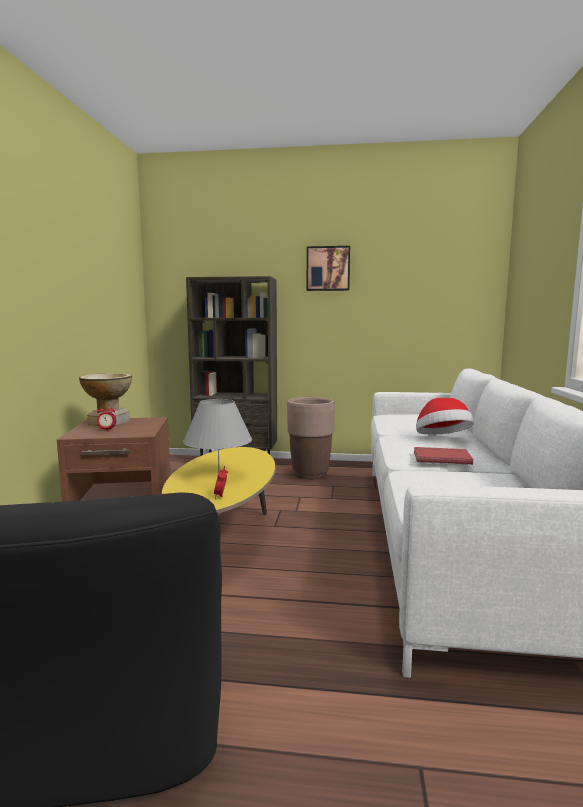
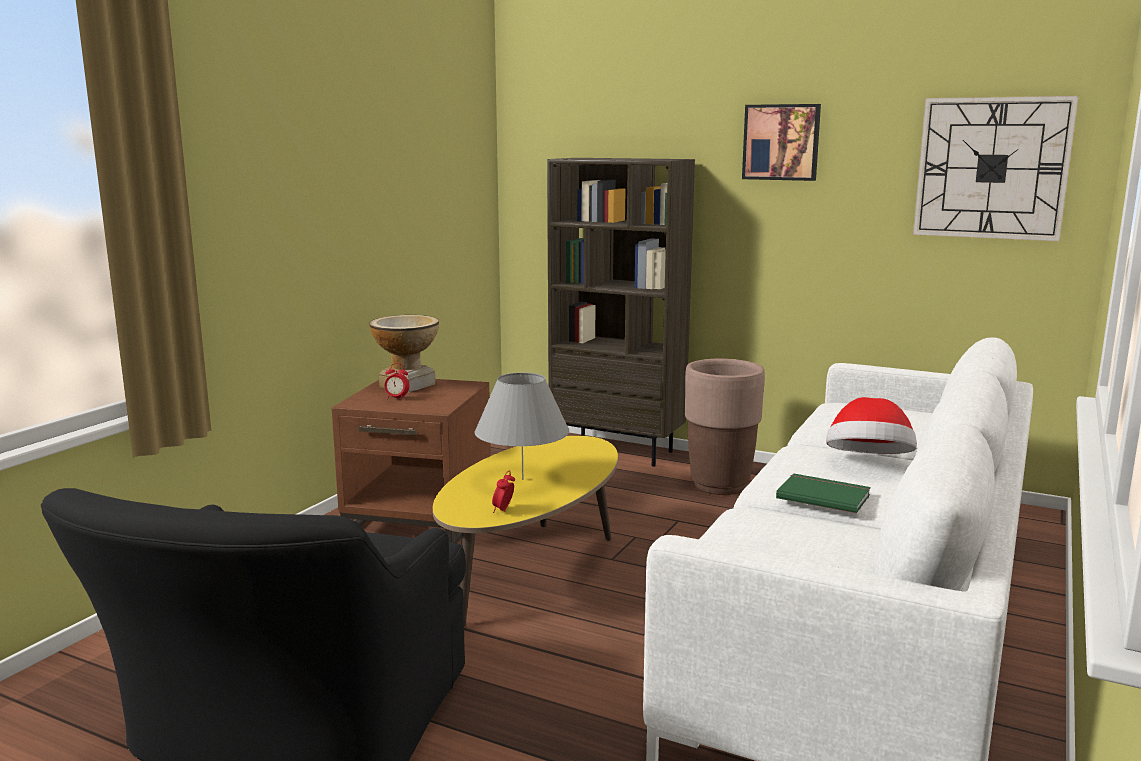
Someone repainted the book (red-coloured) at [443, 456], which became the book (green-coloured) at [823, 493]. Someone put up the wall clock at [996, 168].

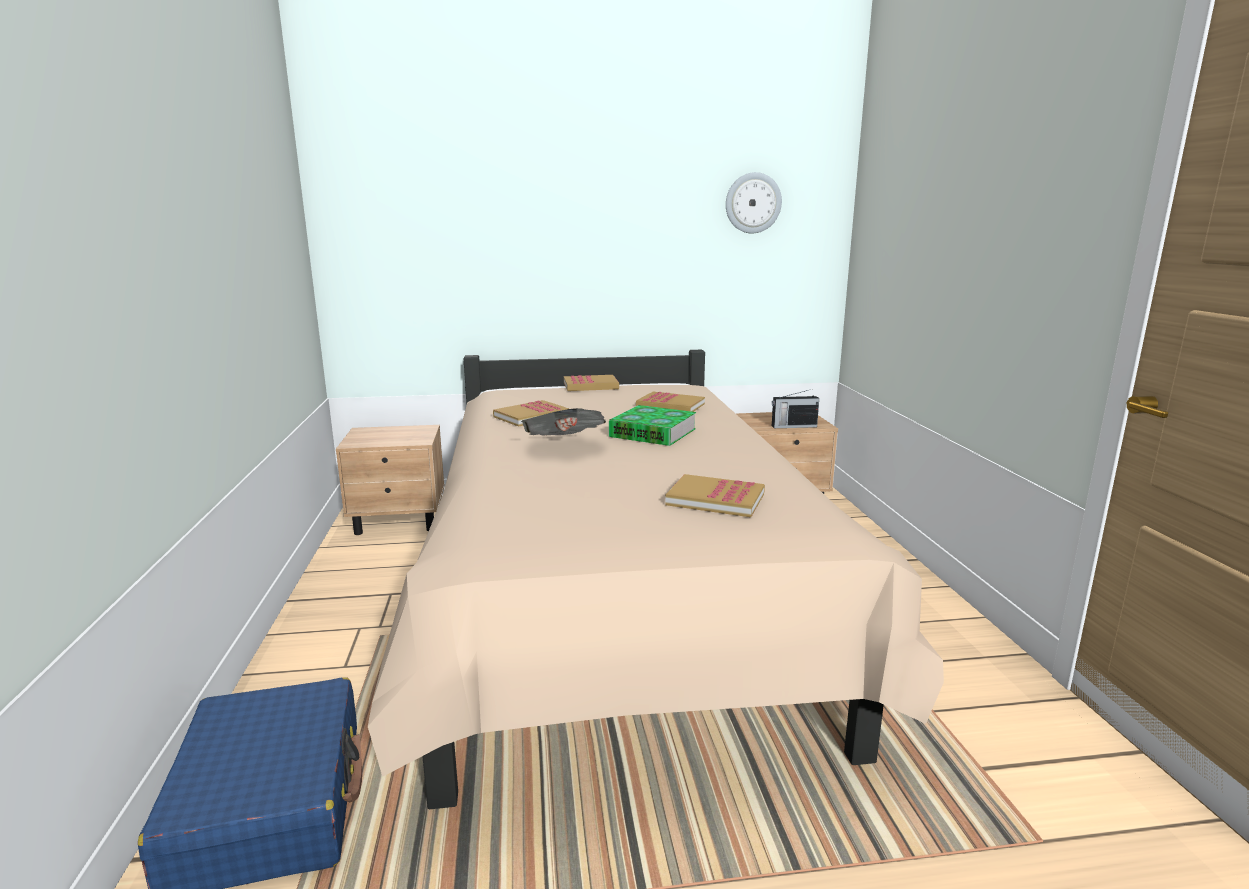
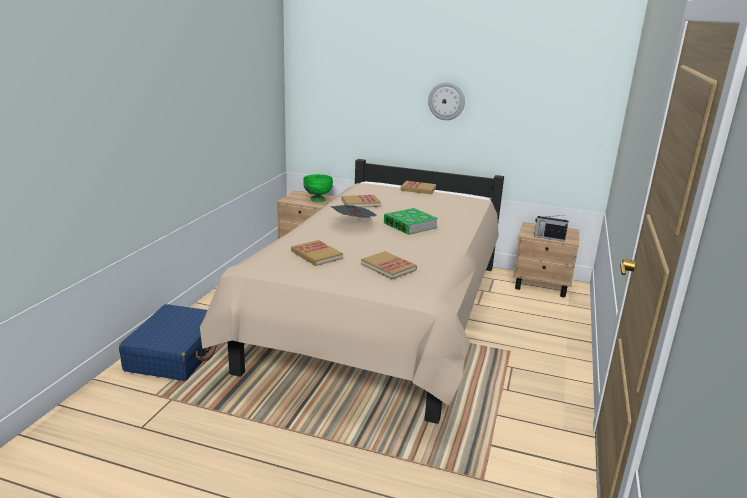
Someone carried the book from [670, 402] to [317, 253]. Someone carried the wall clock from [754, 202] to [446, 101]. Someone put down the bowl (green-coloured) at [318, 188].

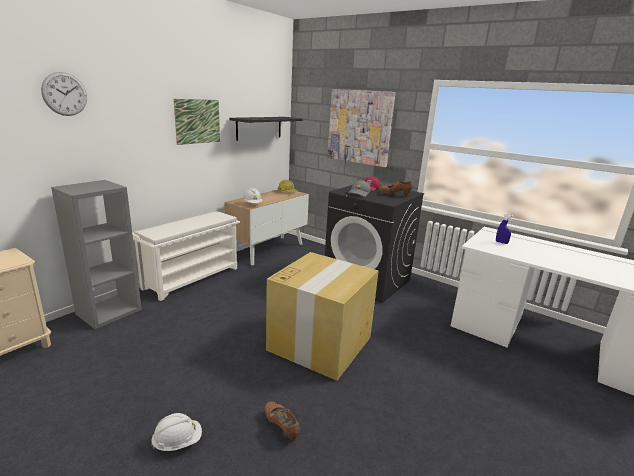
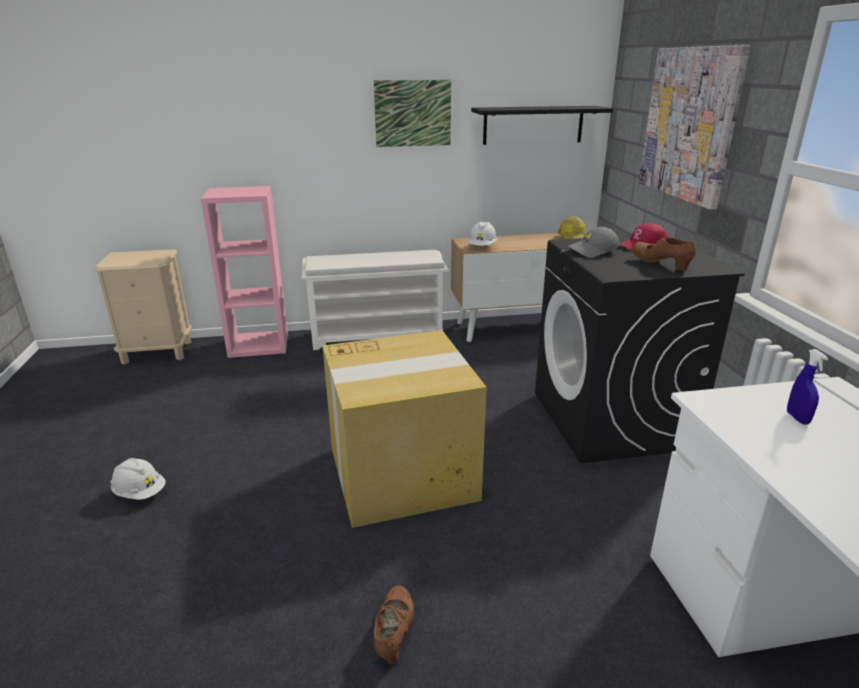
Someone took away the wall clock at [64, 94]. Someone repainted the bookshelf (greyish) at [96, 254], which became the bookshelf (pinkish) at [244, 272]. Someone carried the shoe (brownish) from [282, 421] to [394, 624].

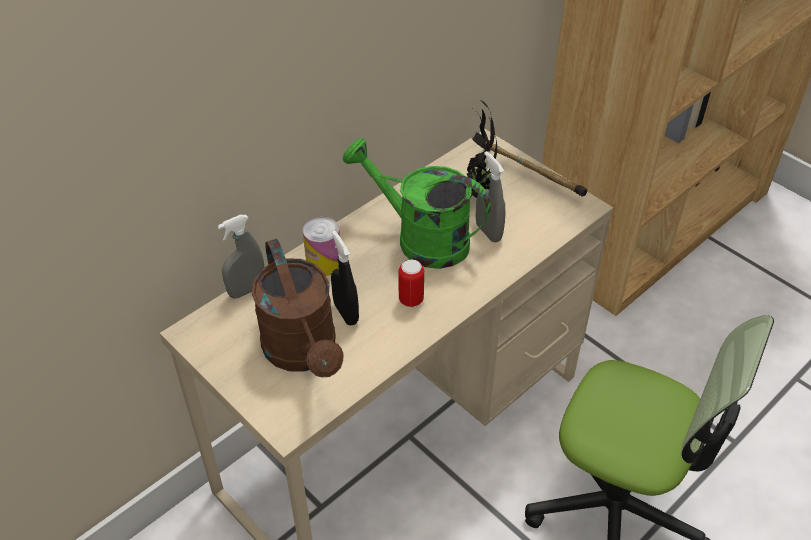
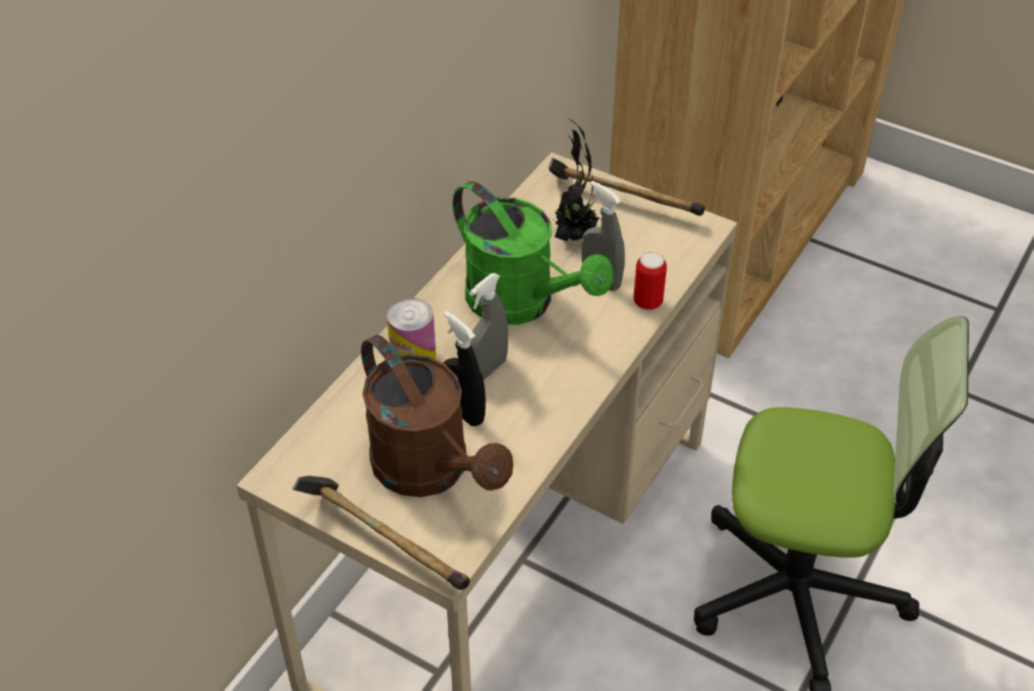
Someone carried the sprayer (greyish) from [241, 257] to [489, 327]. Someone rotated the sprinkling can (green-coloured) at [417, 203] by 150 degrees counterclockwise. Someone carried the sealed can from [411, 283] to [650, 281]. Someone put down the hammer at [381, 533].

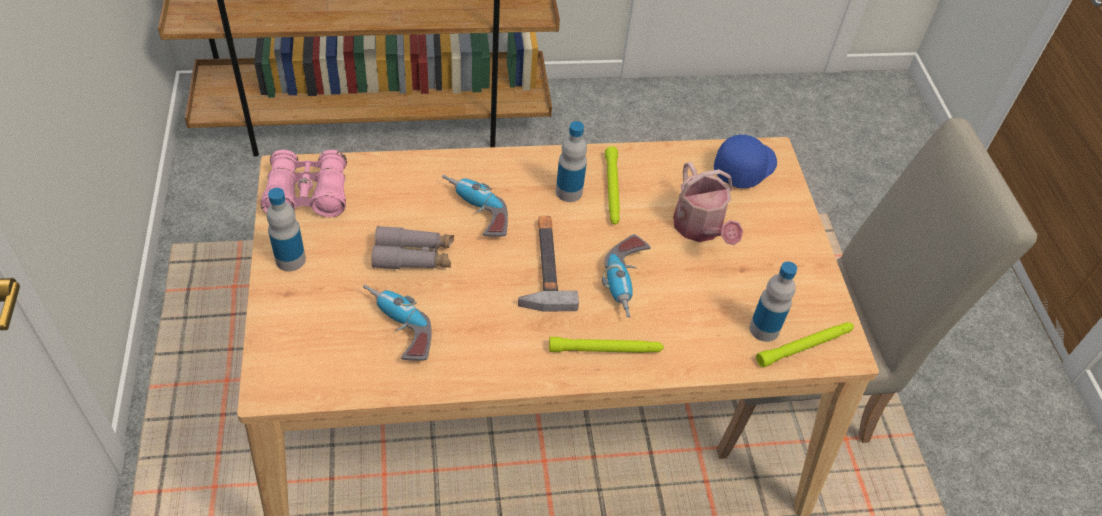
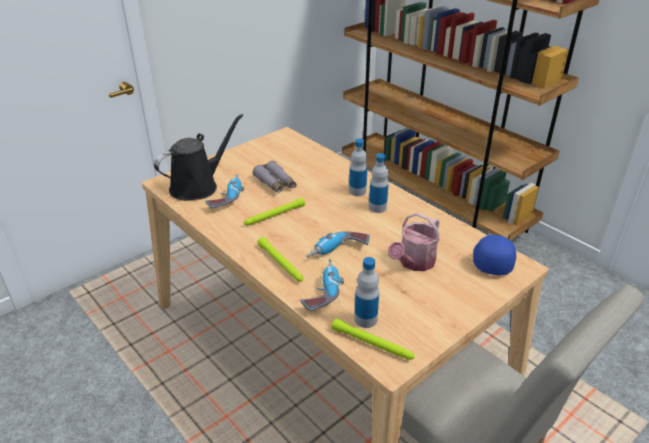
Someone took away the pair of binoculars (pinkish) at [304, 183]. Someone carried the beverage bottle from [286, 229] to [358, 167]. Someone carried the power drill from [475, 206] to [322, 285]. Someone took away the hammer at [548, 264]. Someone carried the torch (green-coloured) from [612, 185] to [274, 212]. Someone rotated the baseball cap (blue-coloured) at [745, 161] by 90 degrees counterclockwise. Someone put down the sprinkling can (blackish) at [198, 157].

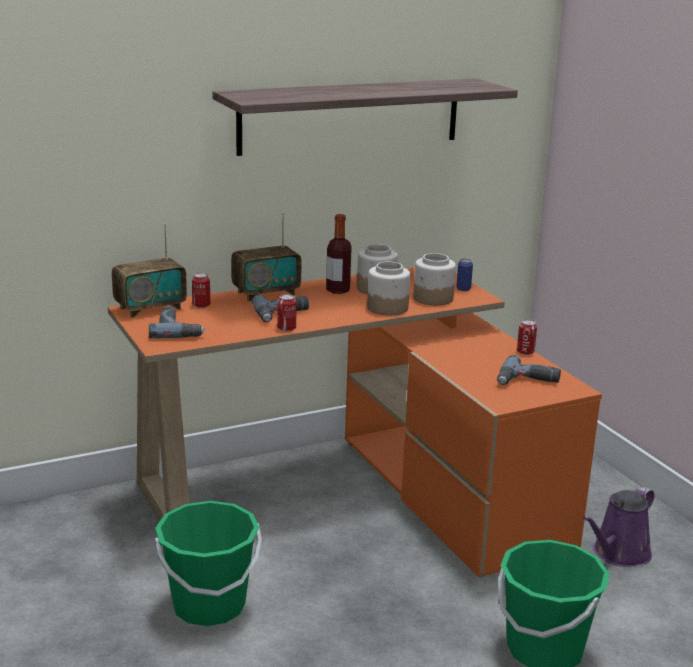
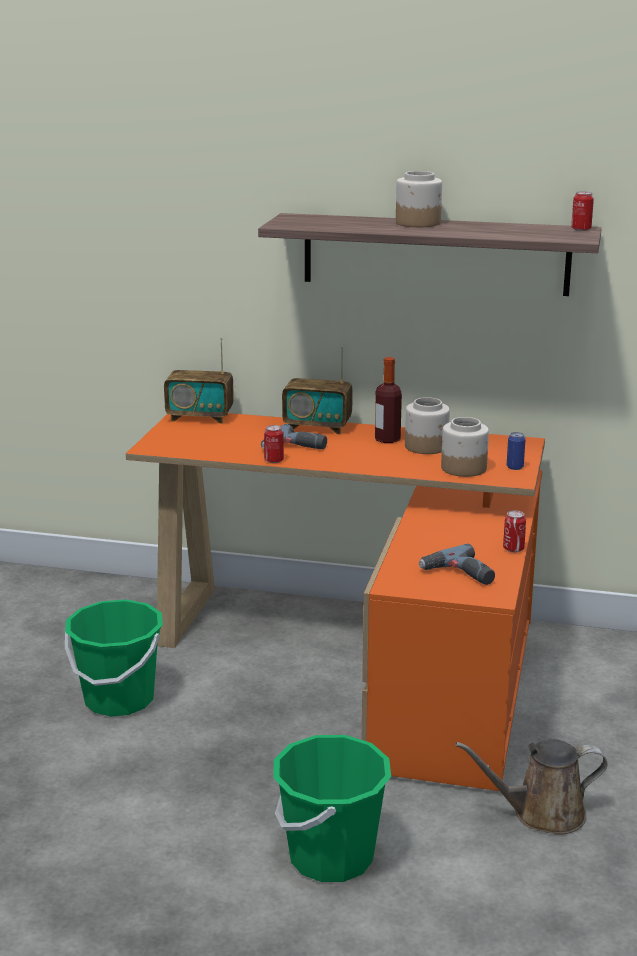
Someone took away the power drill at [177, 322]. Someone carried the sealed can from [201, 290] to [582, 211]. Someone carried the jar from [388, 288] to [419, 199]. Someone repainted the sprinkling can (purple) at [619, 527], which became the sprinkling can (brownish) at [531, 787].

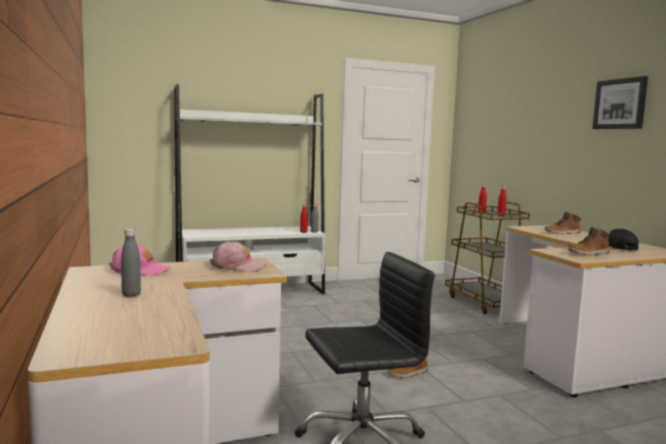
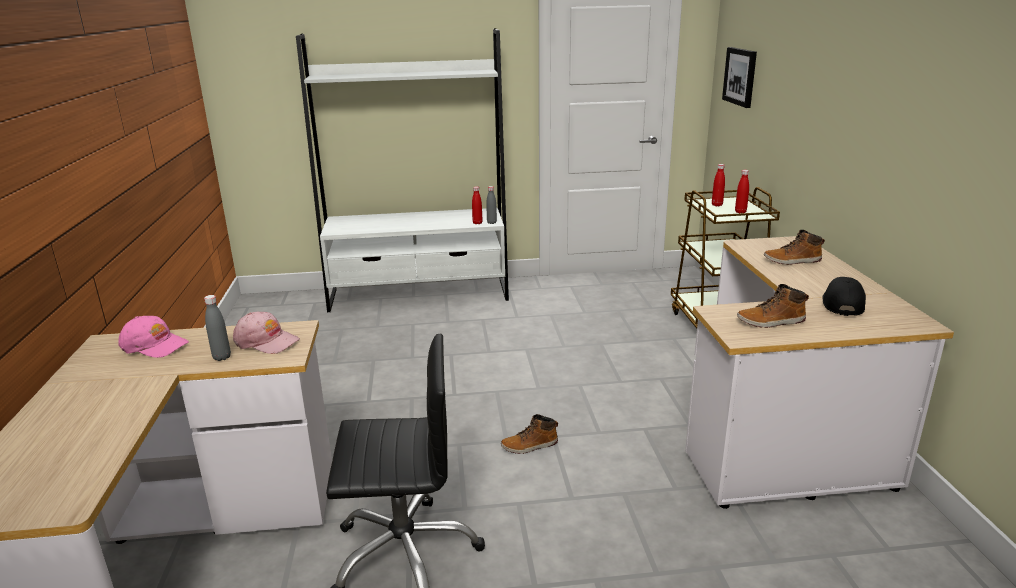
Someone carried the beverage bottle (greyish) from [131, 263] to [217, 328]. Someone carried the wall picture from [620, 102] to [739, 77].

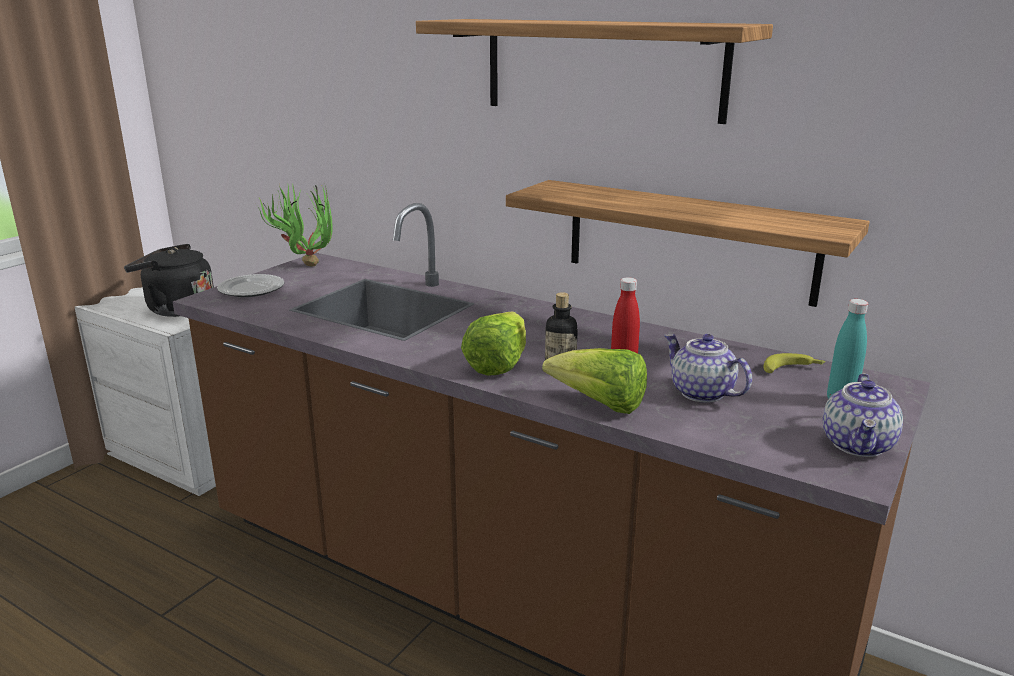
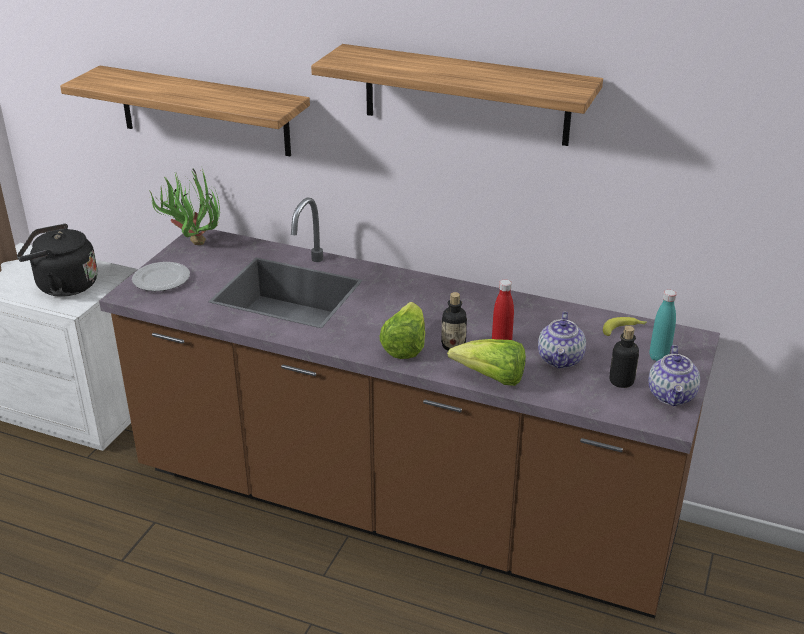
Someone carried the shelf from [688, 243] to [185, 111]. Someone rotated the pot for tea at [708, 368] by 120 degrees counterclockwise. Someone put down the beverage bottle at [624, 357].

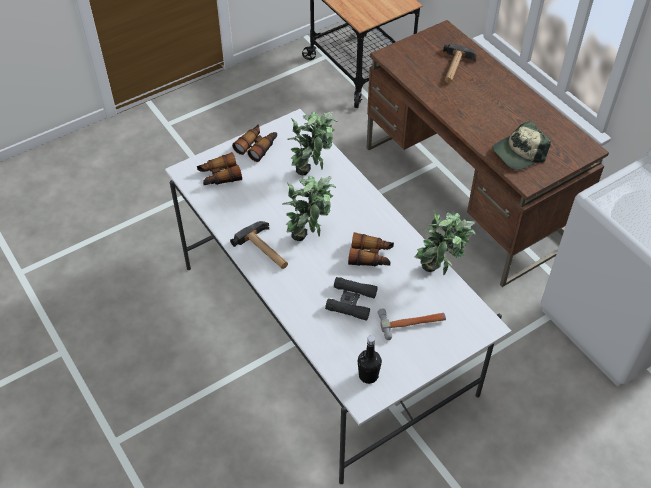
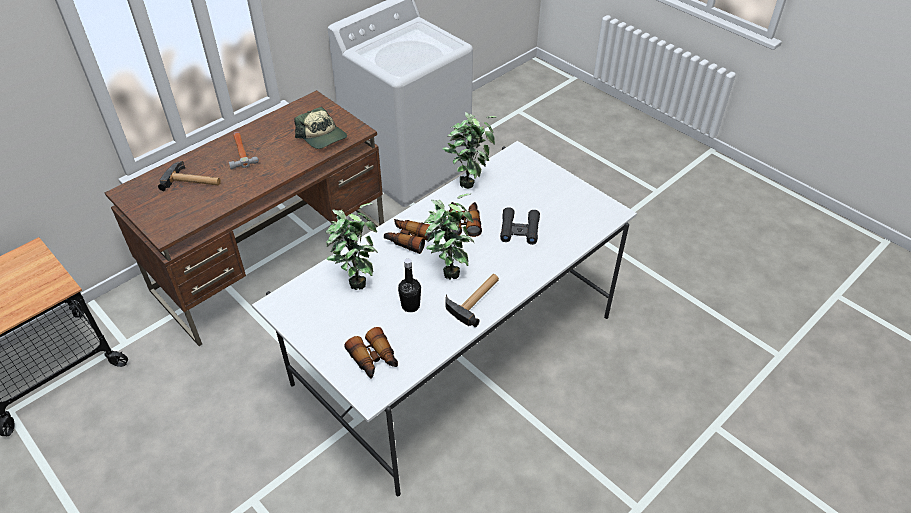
Someone carried the pair of binoculars from [254, 143] to [408, 236]. Someone carried the beverage bottle (blackish) from [370, 360] to [409, 285]. Someone carried the hammer from [411, 324] to [244, 151].

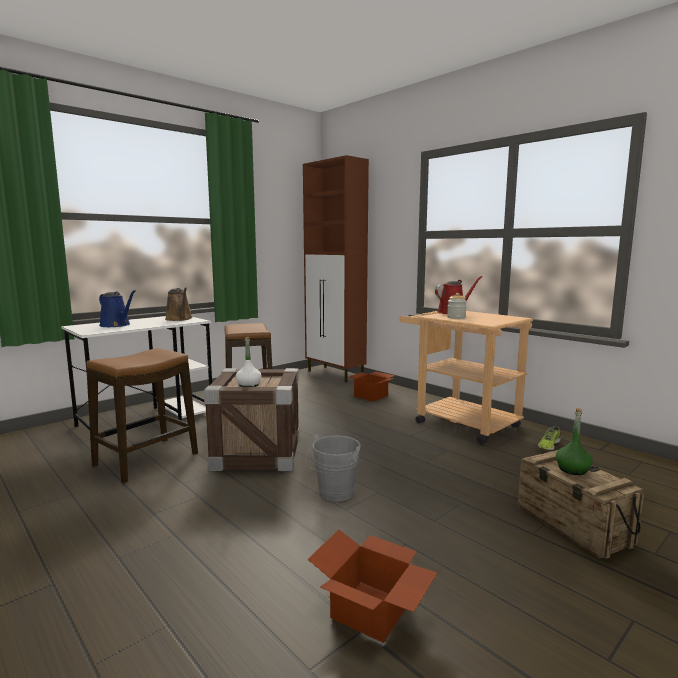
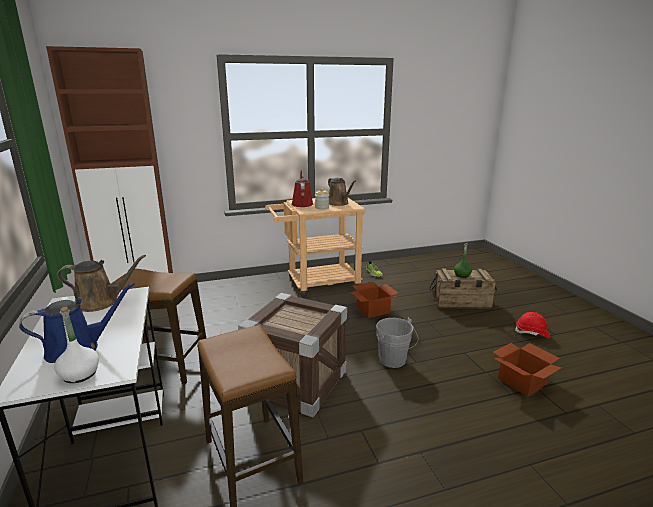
Someone carried the beverage bottle (whitish) from [249, 362] to [76, 345]. Someone carried the packing box from [371, 386] to [374, 300]. Someone put down the sprinkling can (brownish) at [342, 192]. Someone put down the hard hat (red-coloured) at [533, 325].

